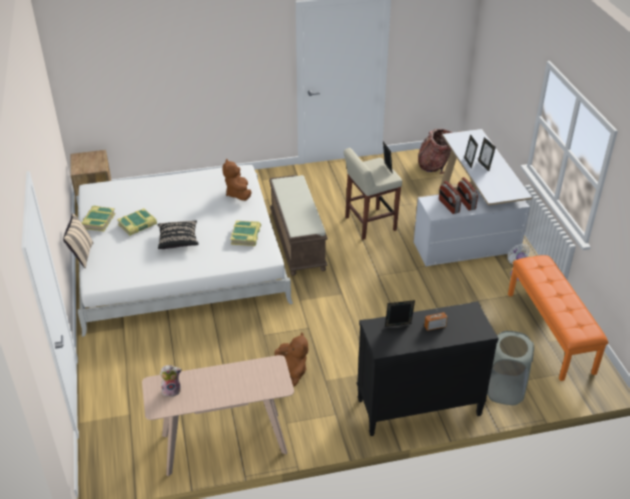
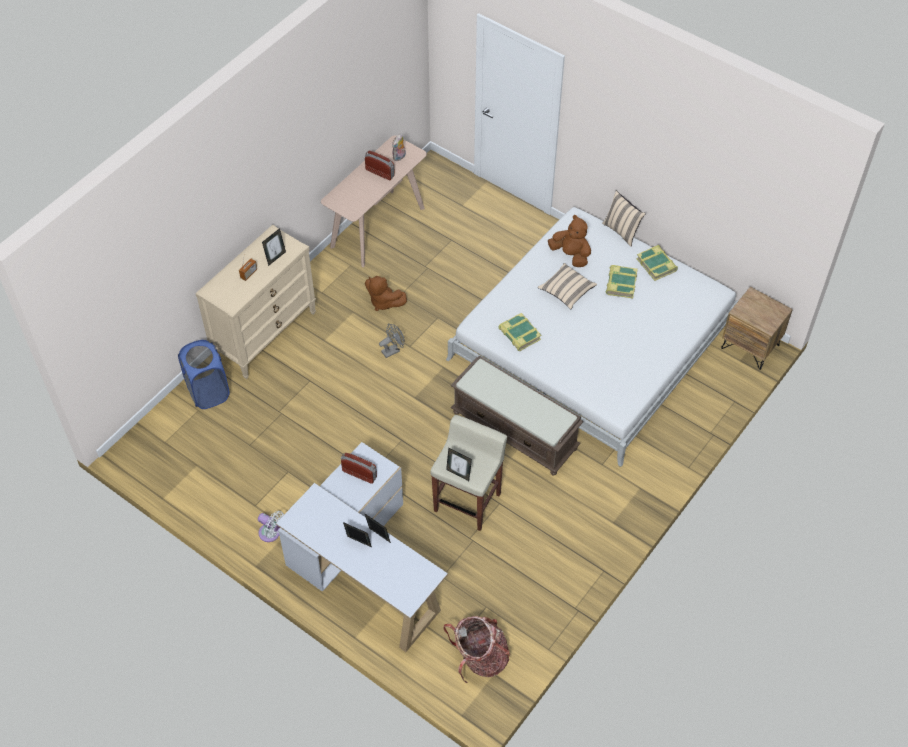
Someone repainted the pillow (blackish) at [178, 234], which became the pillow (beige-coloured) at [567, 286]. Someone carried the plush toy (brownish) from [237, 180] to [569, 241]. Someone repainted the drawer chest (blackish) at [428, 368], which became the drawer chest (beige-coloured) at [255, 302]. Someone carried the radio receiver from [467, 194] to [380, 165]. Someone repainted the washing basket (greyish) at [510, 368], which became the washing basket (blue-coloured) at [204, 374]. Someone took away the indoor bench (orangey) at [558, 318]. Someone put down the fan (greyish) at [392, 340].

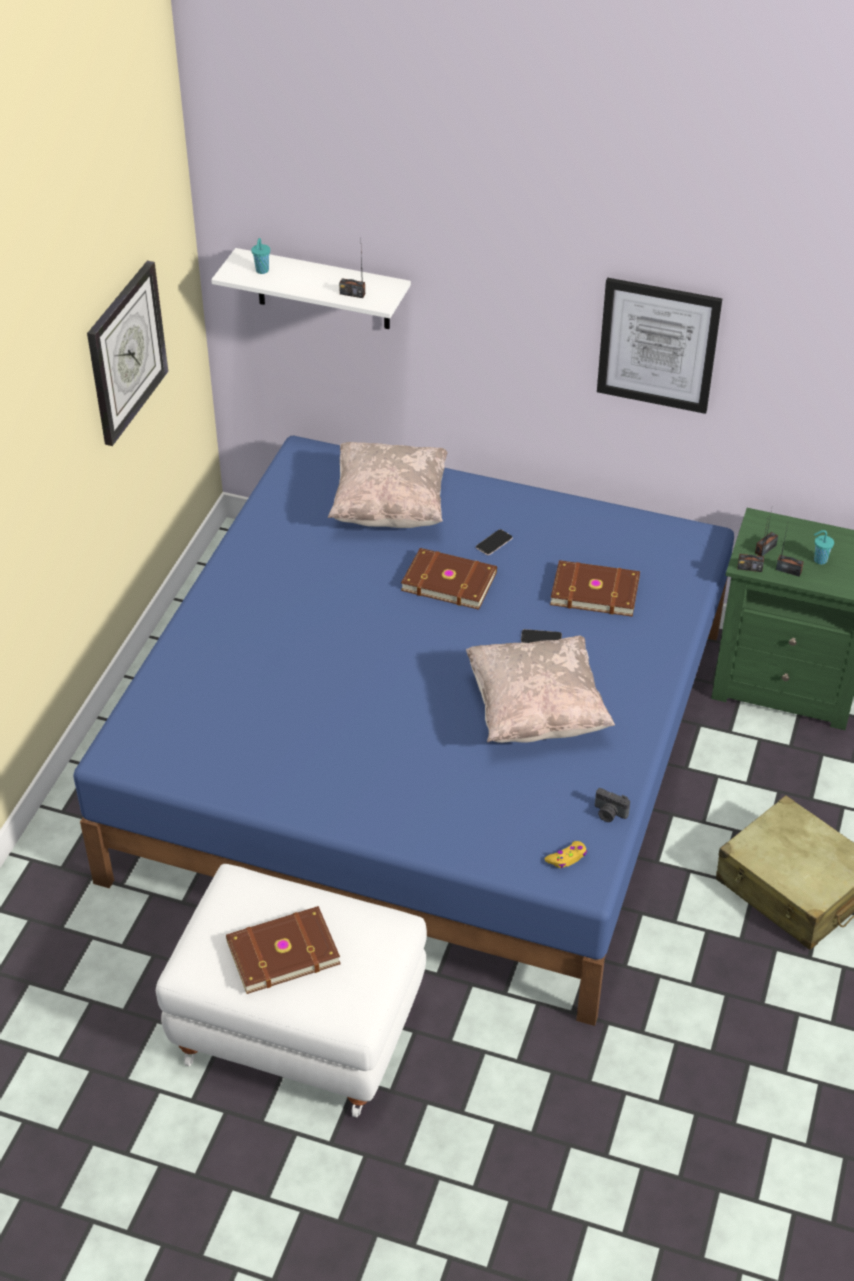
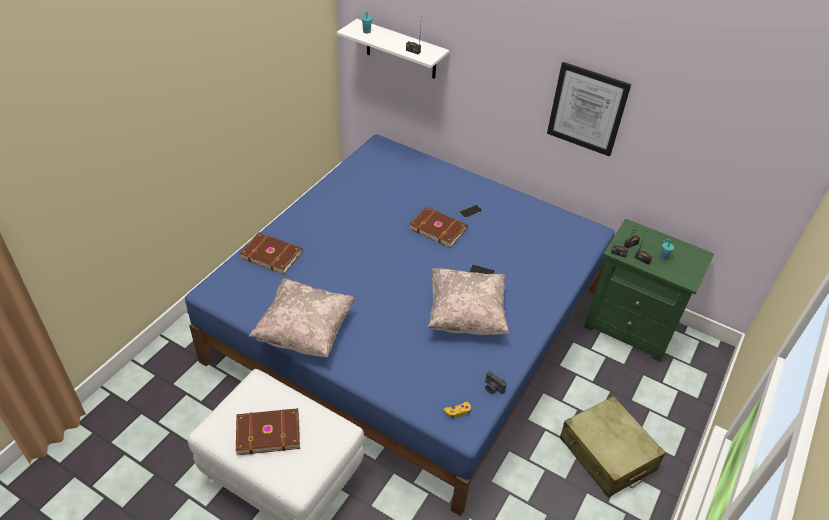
Someone took away the wall clock at [127, 353]. Someone carried the pillow (beige-coloured) from [388, 485] to [302, 318]. Someone carried the book (brownish) from [595, 588] to [271, 253].

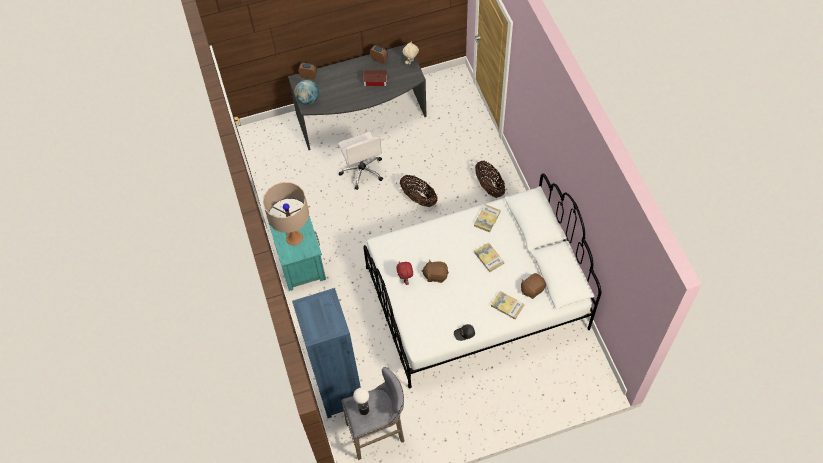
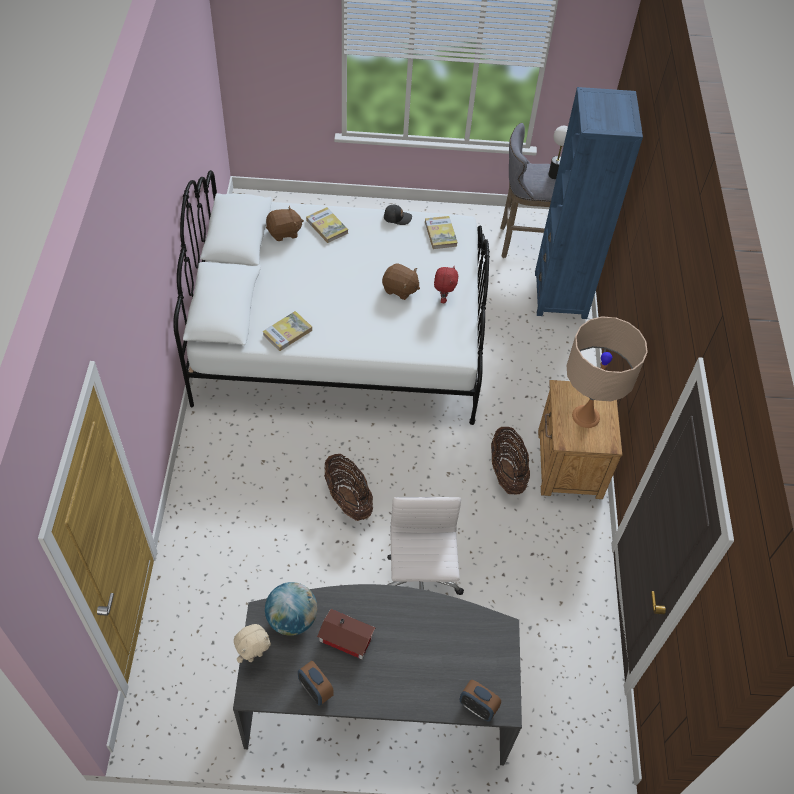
Someone repainted the nightstand (turquoise) at [297, 253], which became the nightstand (brownish) at [580, 439]. Someone carried the world globe from [306, 92] to [291, 609]. Someone carried the book from [489, 257] to [441, 232]. Someone carried the basket from [490, 179] to [510, 461].

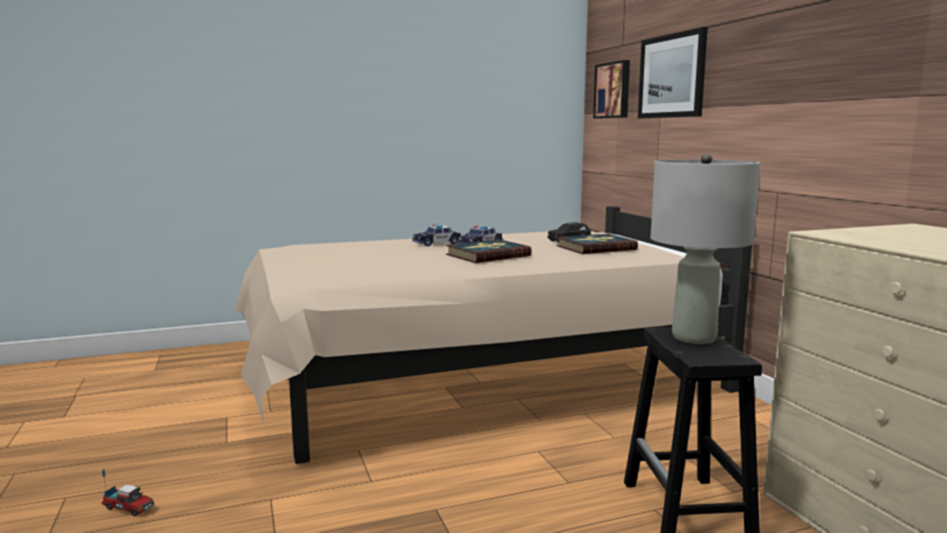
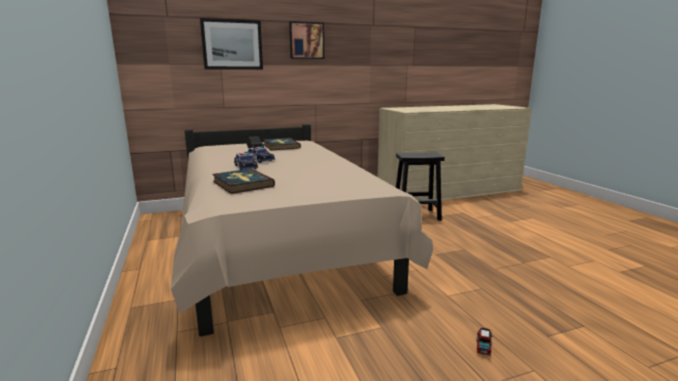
Someone carried the book from [489, 251] to [243, 181]. Someone carried the wall picture from [611, 89] to [306, 40]. Someone took away the lamp for a table (greyish) at [706, 249].

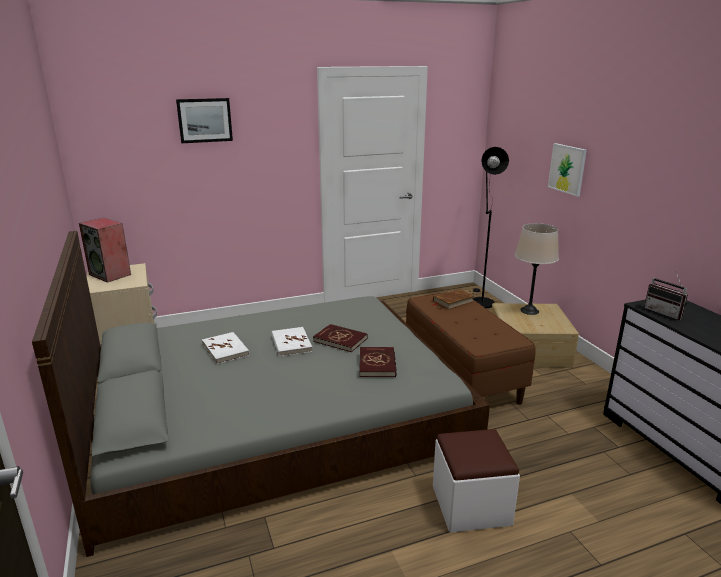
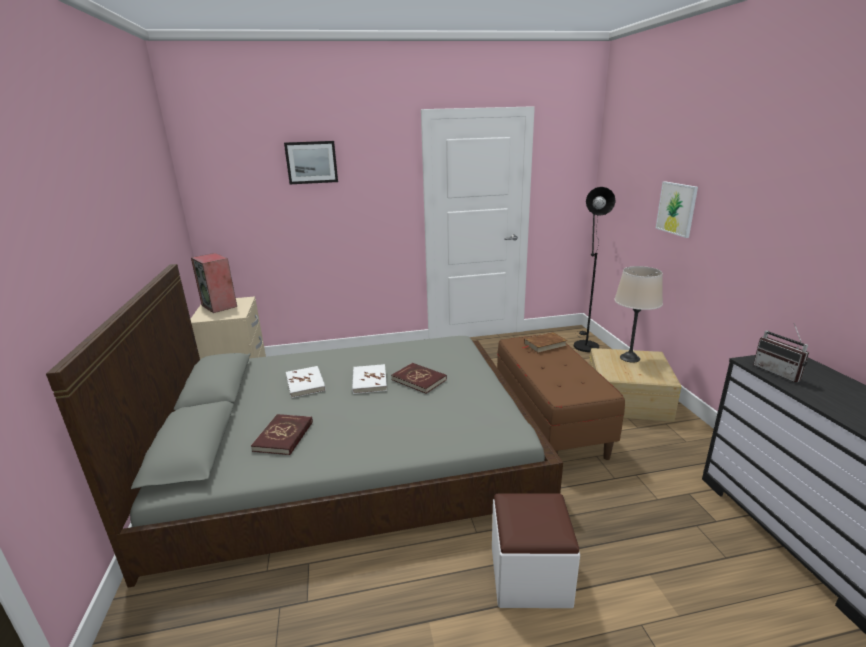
Someone carried the book (red-coloured) from [378, 362] to [282, 434].

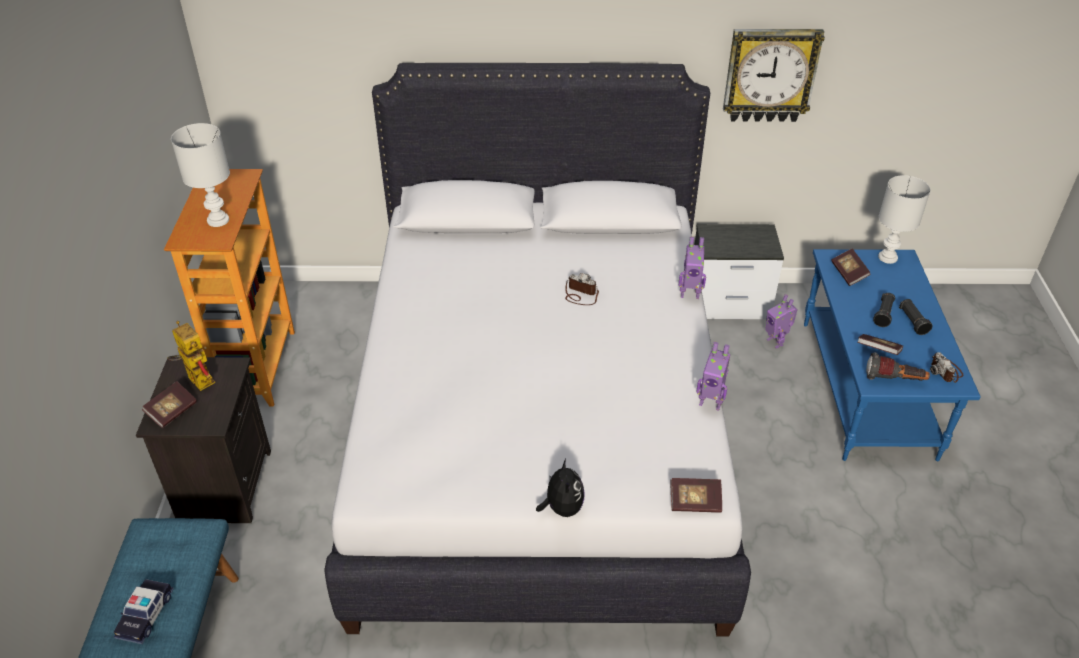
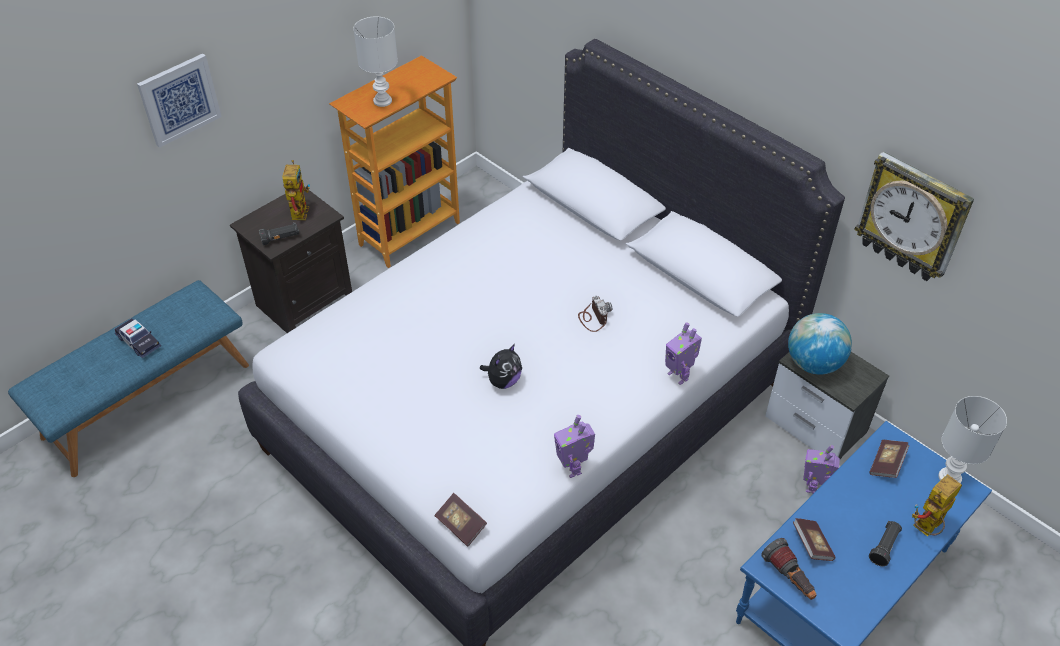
Someone rotated the miniature car at [144, 611] by 105 degrees counterclockwise. Someone took away the book at [169, 404]. Someone carried the plush toy from [560, 488] to [501, 366]. Someone carried the torch (blackish) from [884, 310] to [279, 234]. Someone took away the photo camera at [946, 367]. Someone put up the wall picture at [179, 101]. Someone put down the world globe at [820, 344]. Someone put down the robot figure at [937, 505].

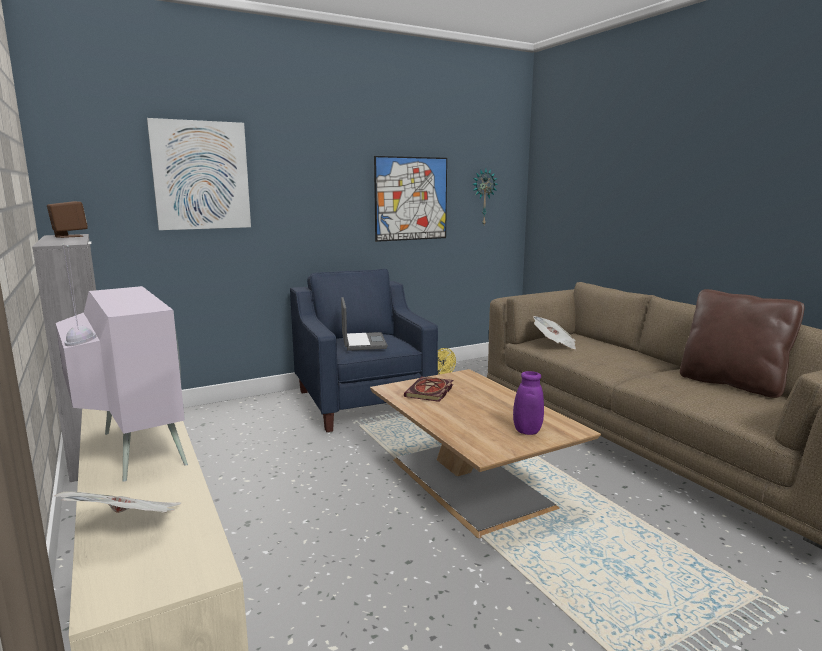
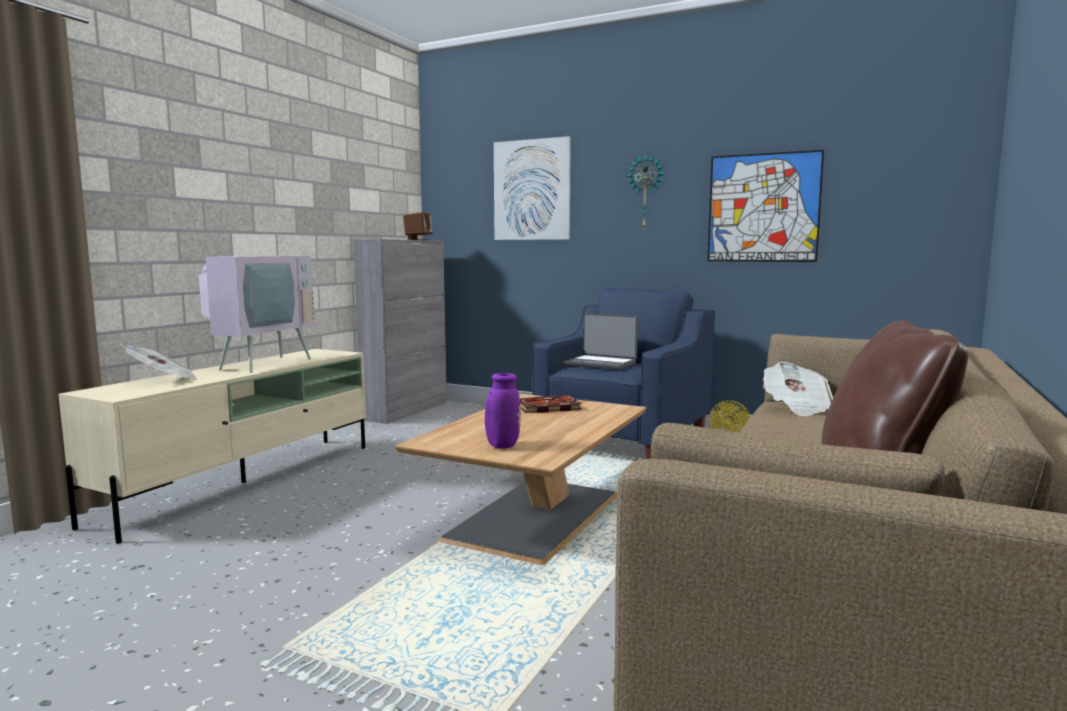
Someone rotated the laptop at [364, 324] by 75 degrees clockwise. Someone carried the wall clock from [485, 196] to [646, 191].

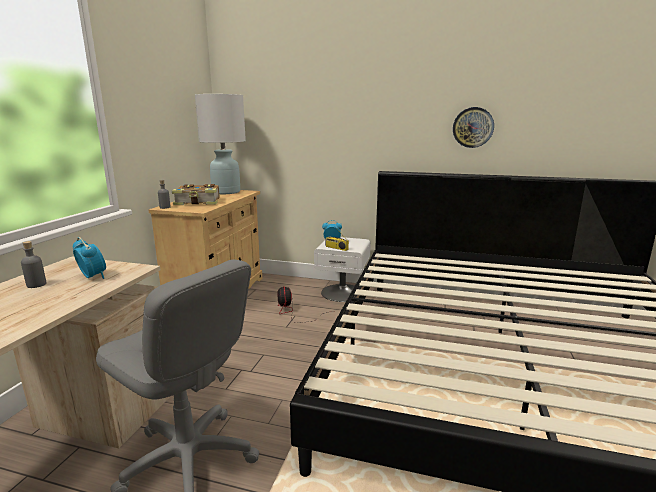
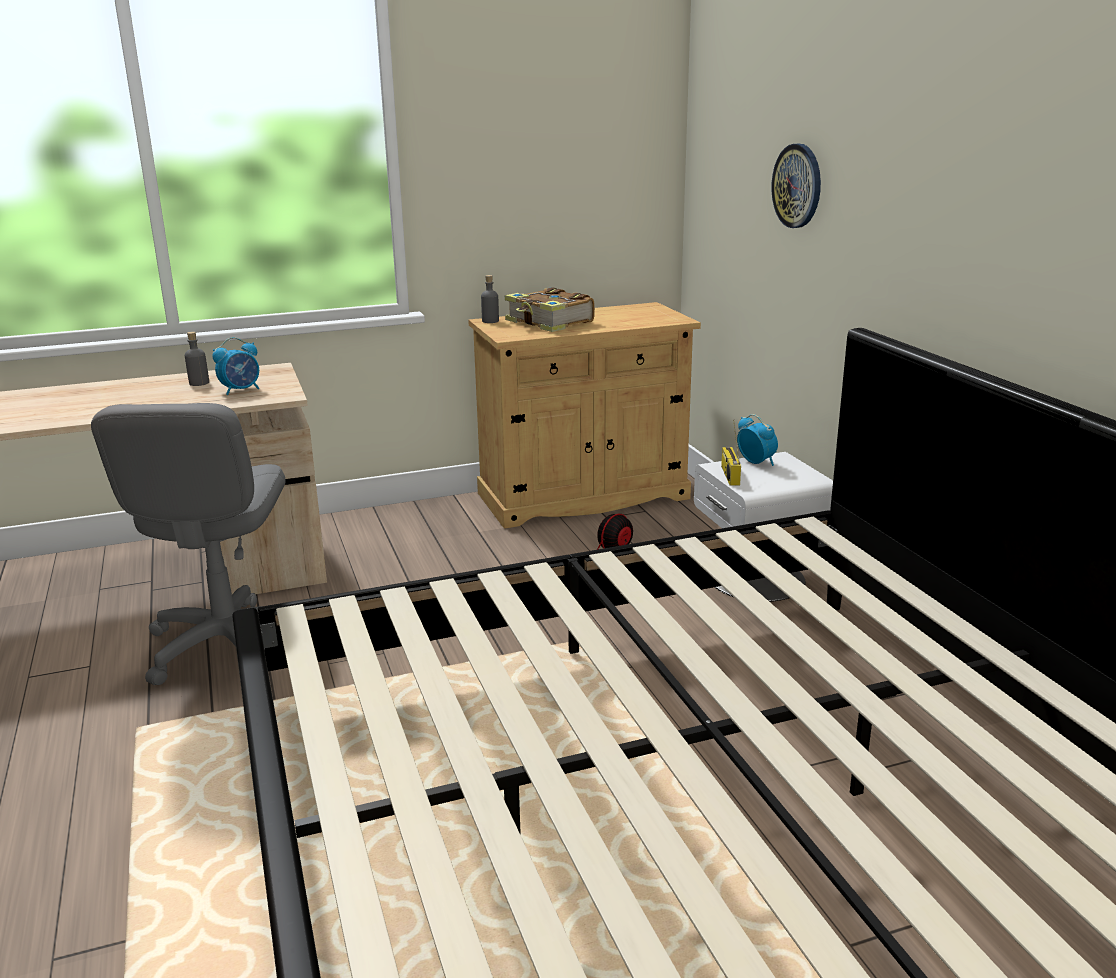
Someone rotated the bedside clock at [89, 258] by 45 degrees clockwise. Someone took away the lamp for a table (whitish) at [220, 144]. Someone carried the wall clock from [473, 127] to [796, 186].

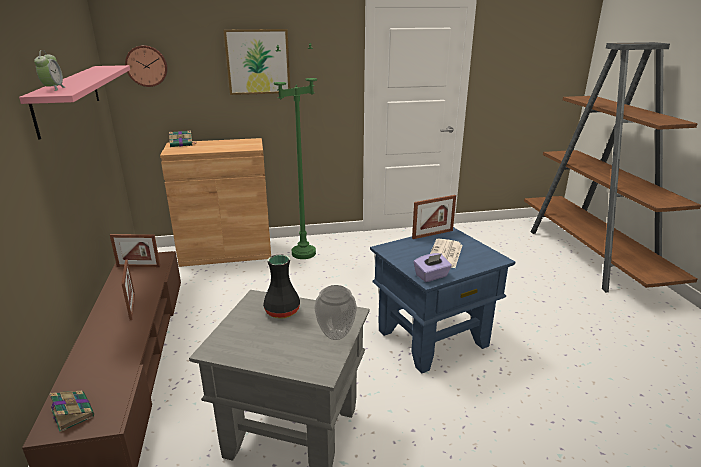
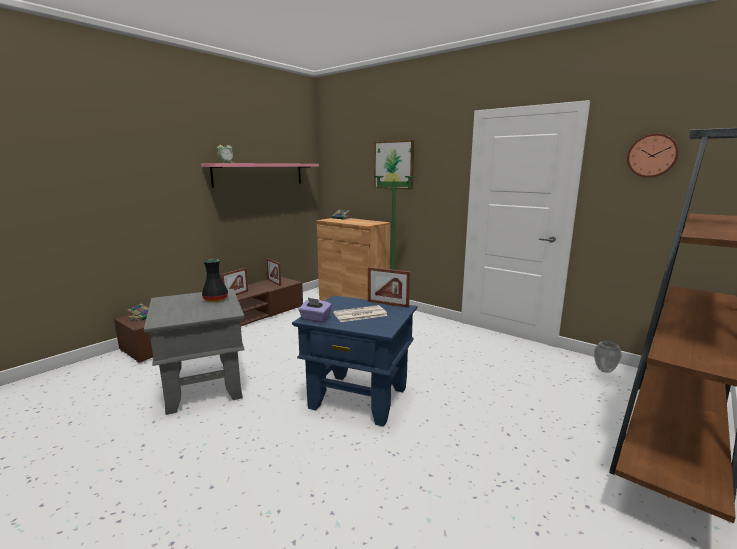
Someone carried the wall clock from [146, 66] to [653, 155]. Someone carried the vase from [335, 312] to [608, 357].

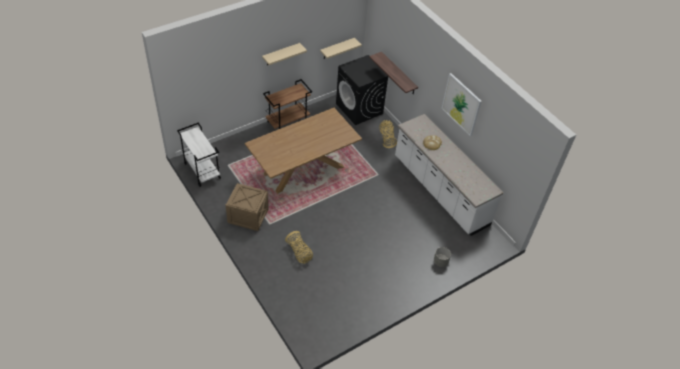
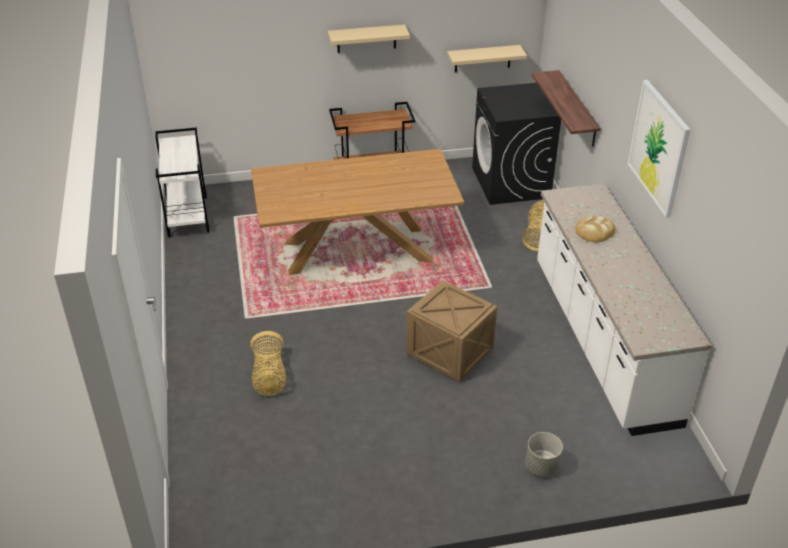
Someone carried the shipping crate from [247, 207] to [451, 331].

